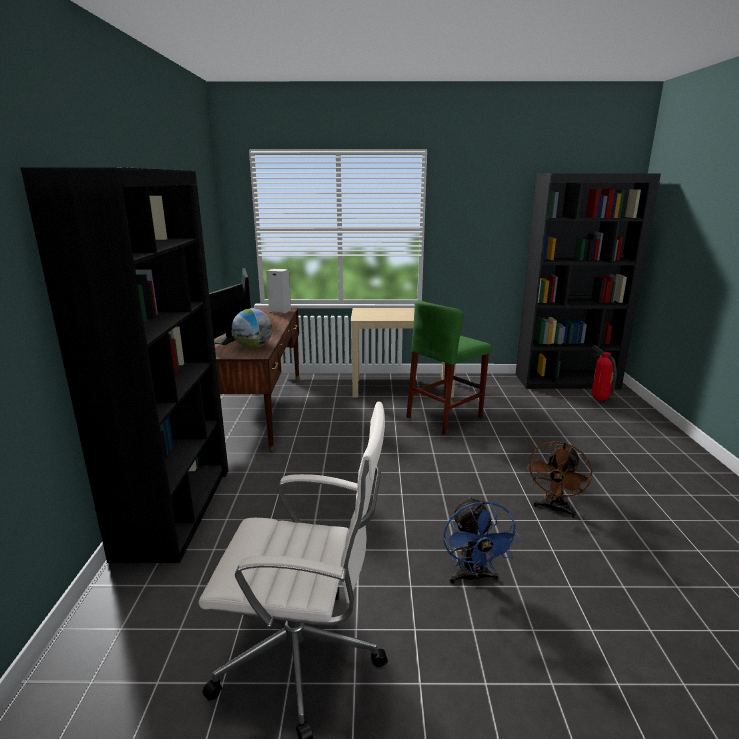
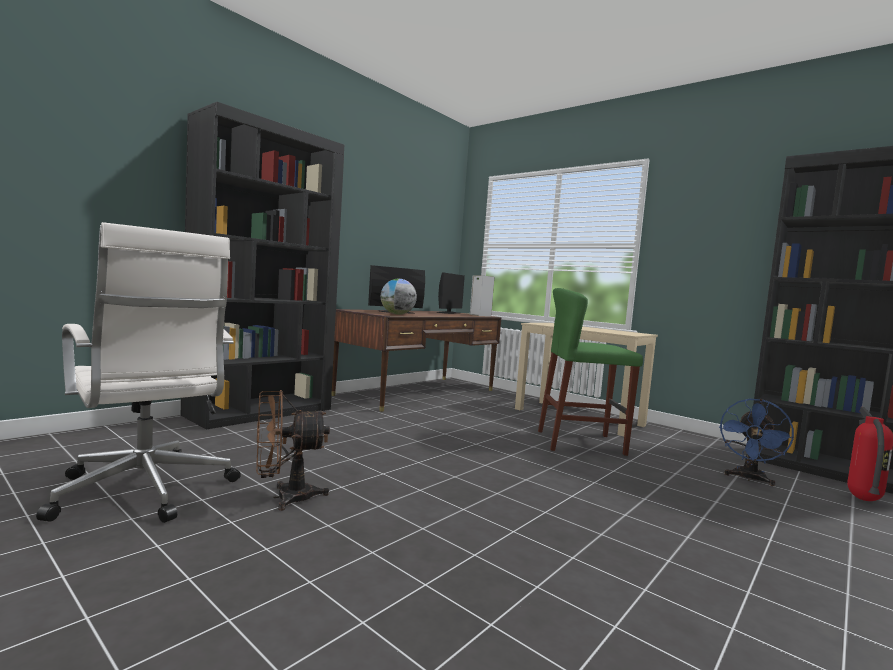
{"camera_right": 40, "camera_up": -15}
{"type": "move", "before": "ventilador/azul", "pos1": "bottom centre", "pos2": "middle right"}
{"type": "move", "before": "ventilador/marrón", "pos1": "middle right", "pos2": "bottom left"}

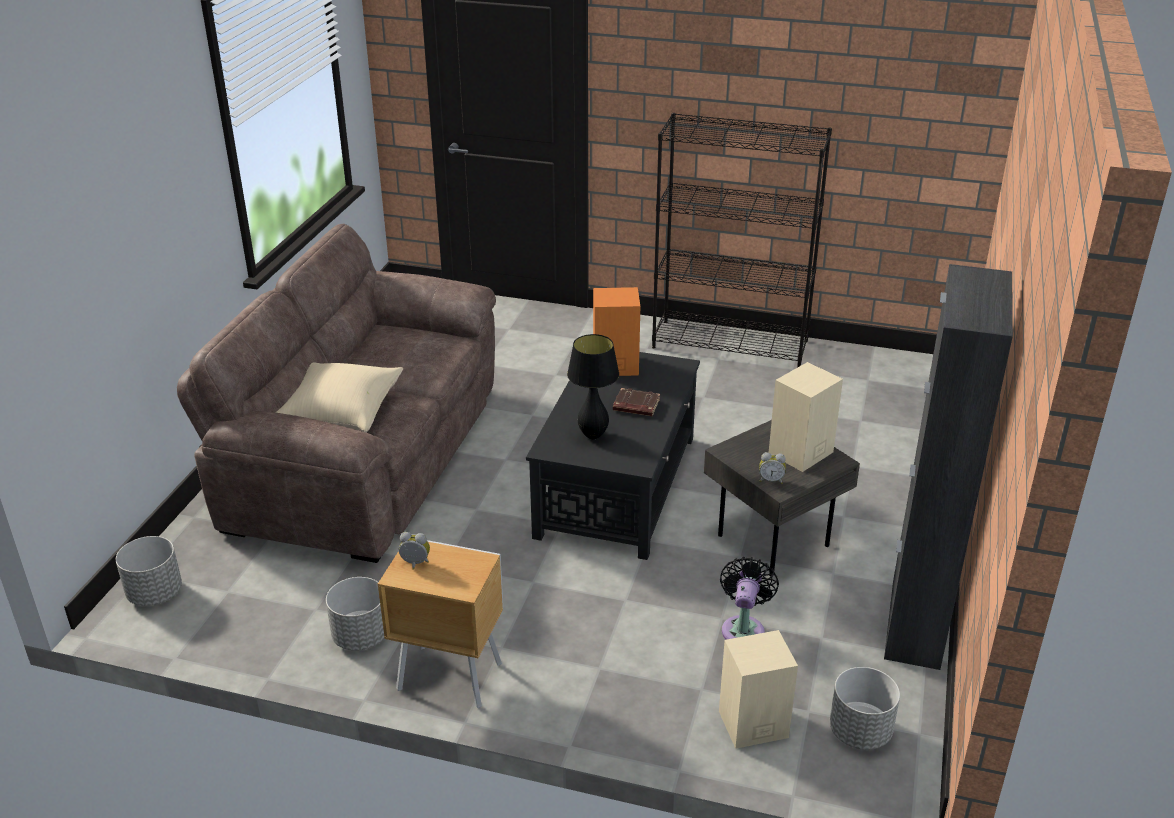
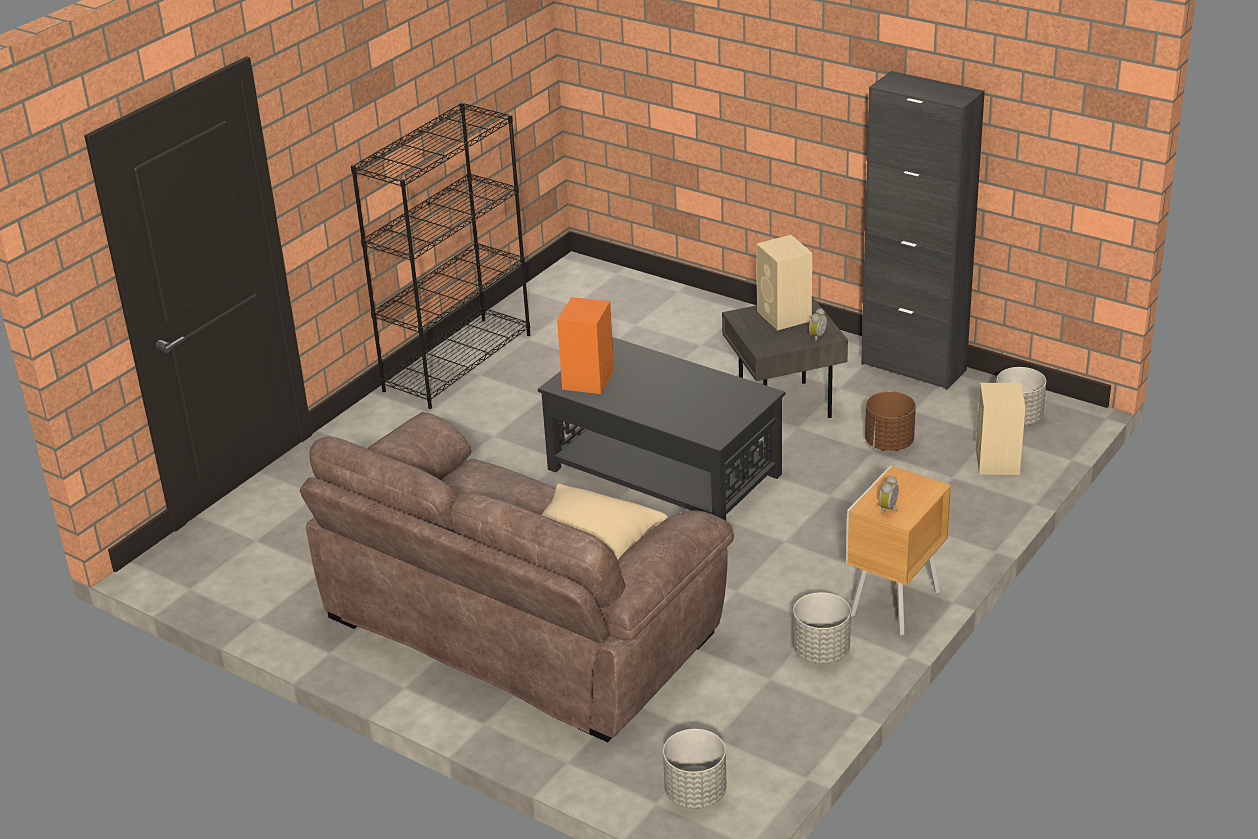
{"camera_right": -70, "camera_up": 0}
{"type": "delete", "before": "lámpara de mesa/negro", "pos1": "centre"}
{"type": "delete", "before": "libro/marrón", "pos1": "centre"}
{"type": "replace", "before": "ventilador/negro", "after": "maceta/marrón", "pos1": "bottom centre", "pos2": "middle right"}

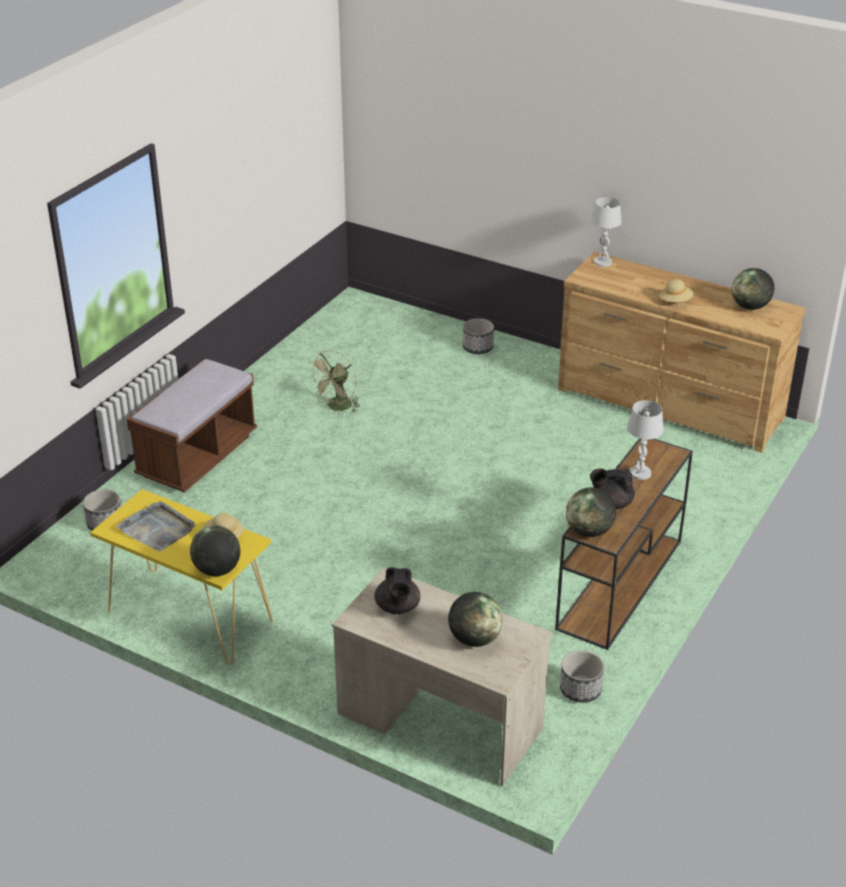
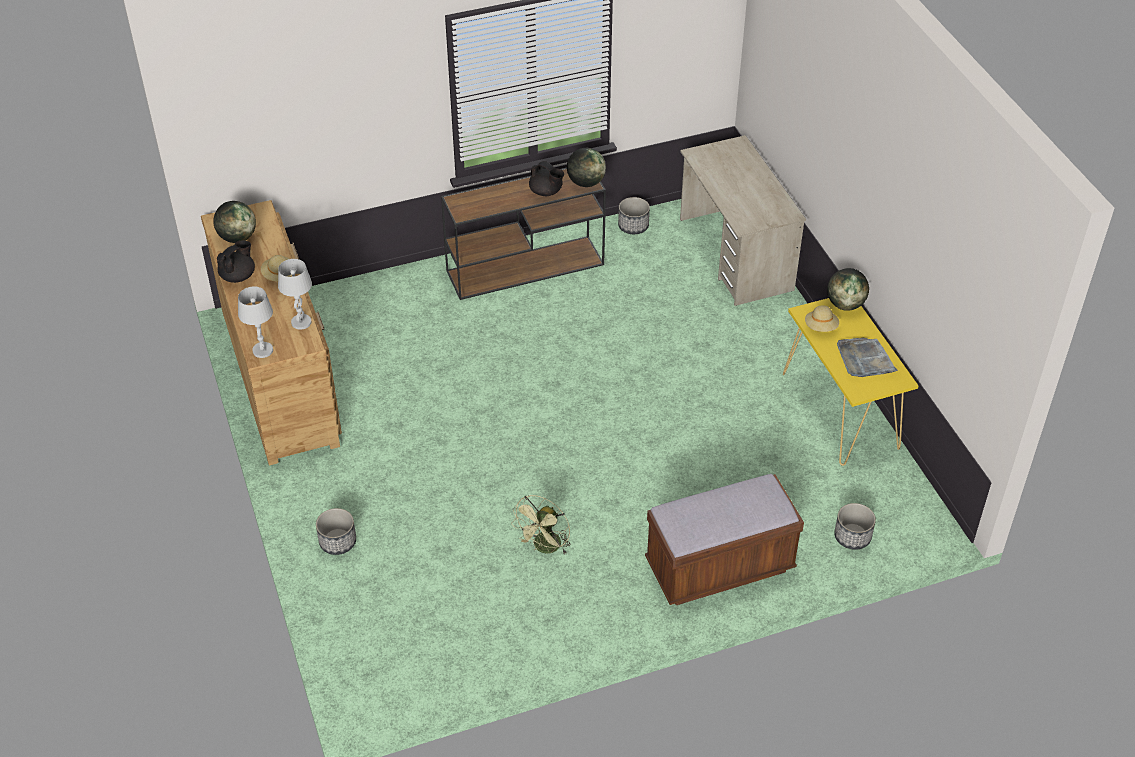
{"camera_right": -140, "camera_up": 10}
{"type": "delete", "before": "globo terráqueo (2nd from left)", "pos1": "bottom centre"}
{"type": "move", "before": "tetera/negro (1st from left)", "pos1": "centre", "pos2": "middle left"}
{"type": "move", "before": "lámpara de mesa/blanco (2nd from left)", "pos1": "middle right", "pos2": "middle left"}
{"type": "rotate", "before": "ventilador/verde", "pos1": "centre", "pos2": "bottom centre", "turn": 135}

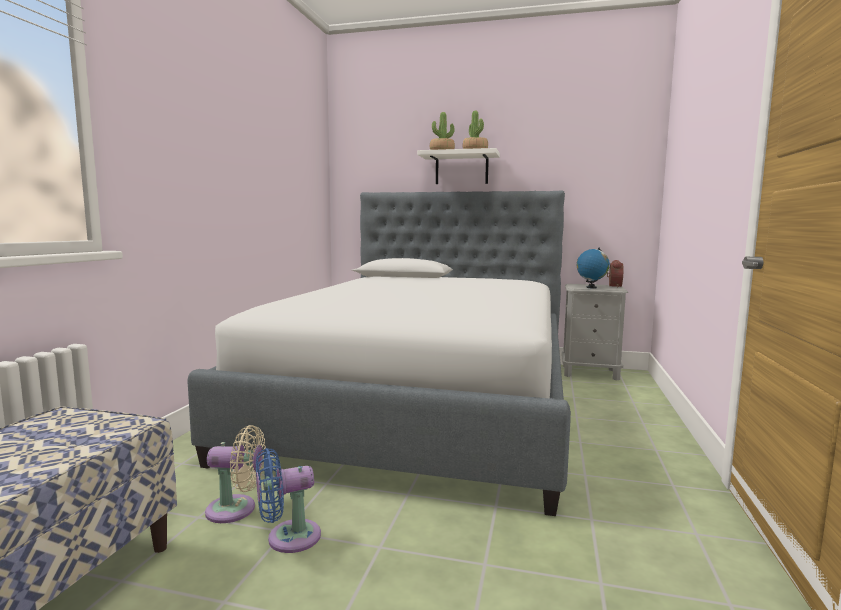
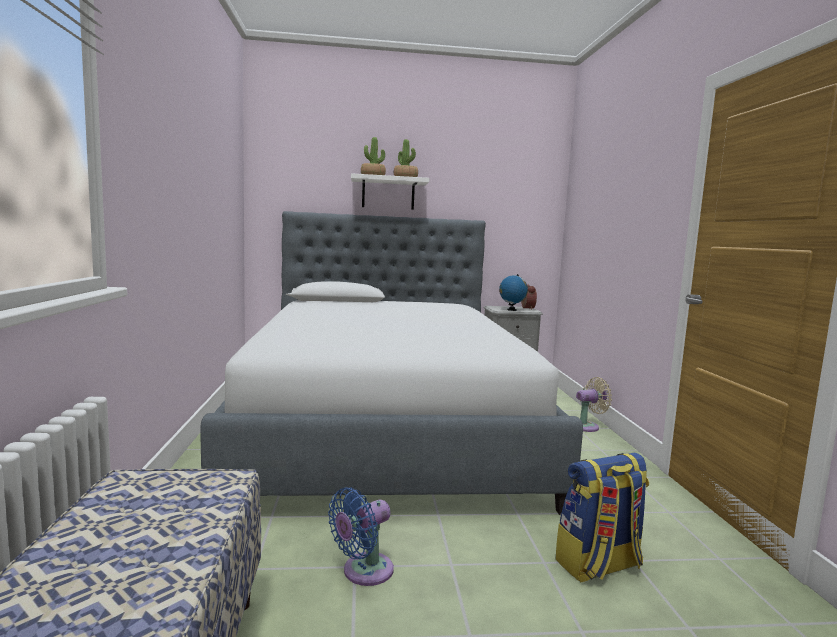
{"camera_right": -20, "camera_up": 0}
{"type": "insert", "after": "mochila", "pos2": "bottom right"}
{"type": "move", "before": "ventilador/beis", "pos1": "bottom left", "pos2": "middle right"}

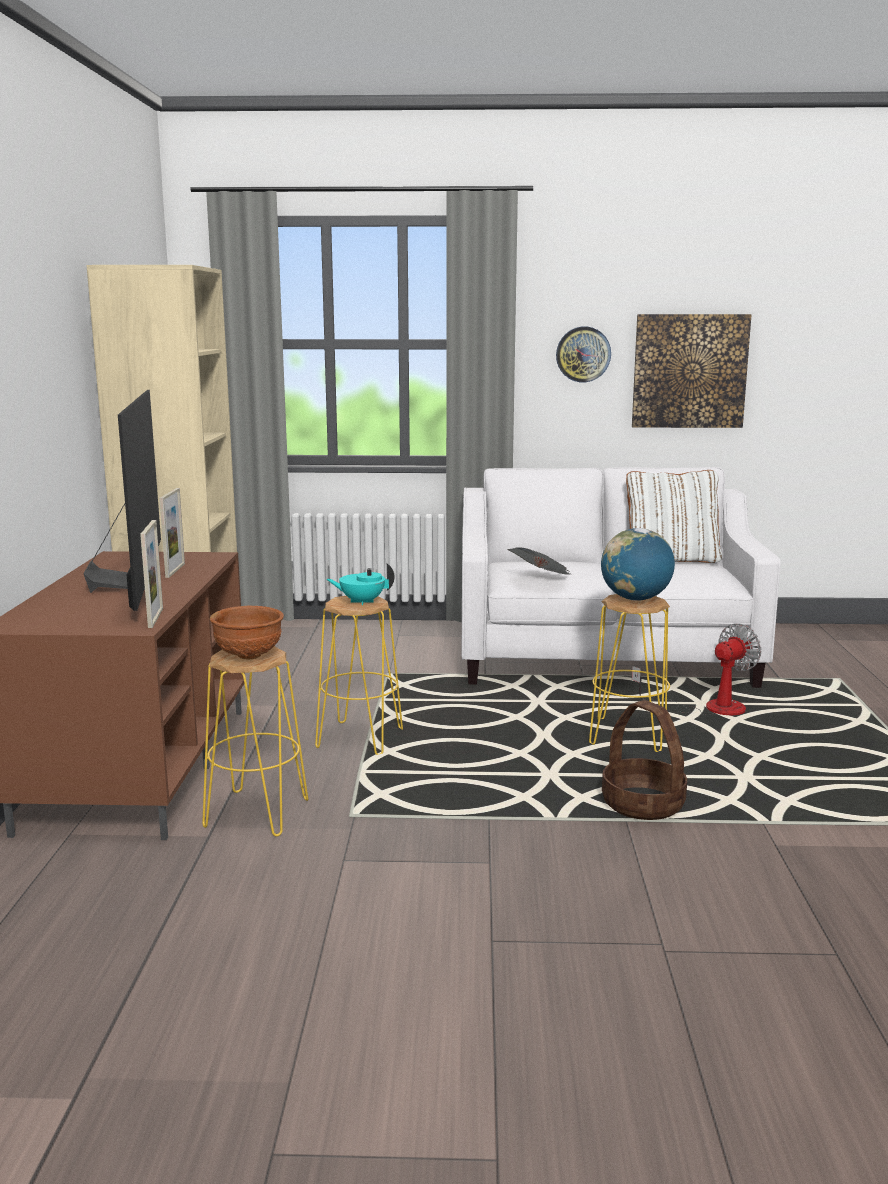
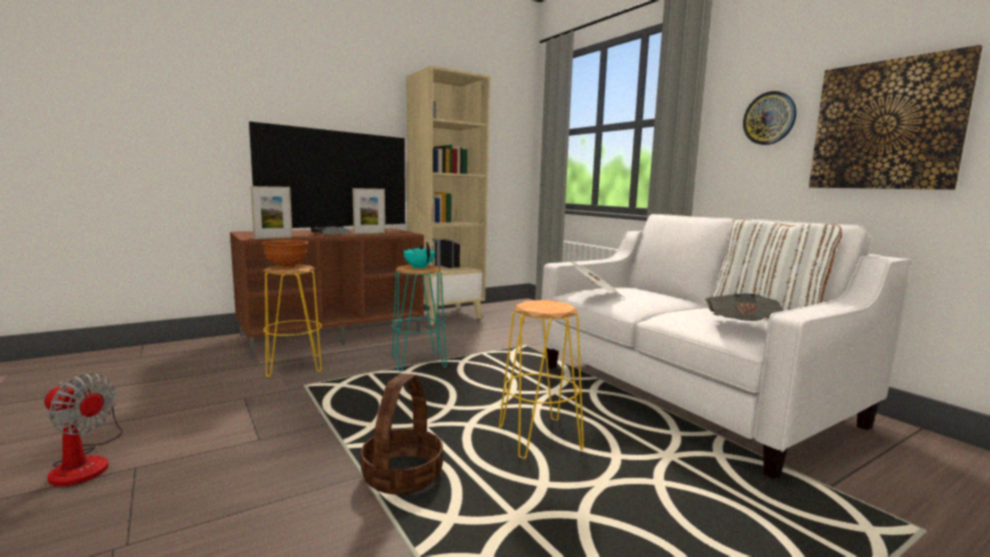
{"camera_right": 55, "camera_up": -5}
{"type": "delete", "before": "globo terráqueo", "pos1": "middle right"}
{"type": "insert", "after": "periódico (2nd from left)", "pos2": "middle right"}
{"type": "move", "before": "ventilador", "pos1": "middle right", "pos2": "bottom left"}
{"type": "recolor", "before": "taburete/amarillo (2nd from left)", "after": "taburete/turquesa", "pos1": "centre", "pos2": "centre"}

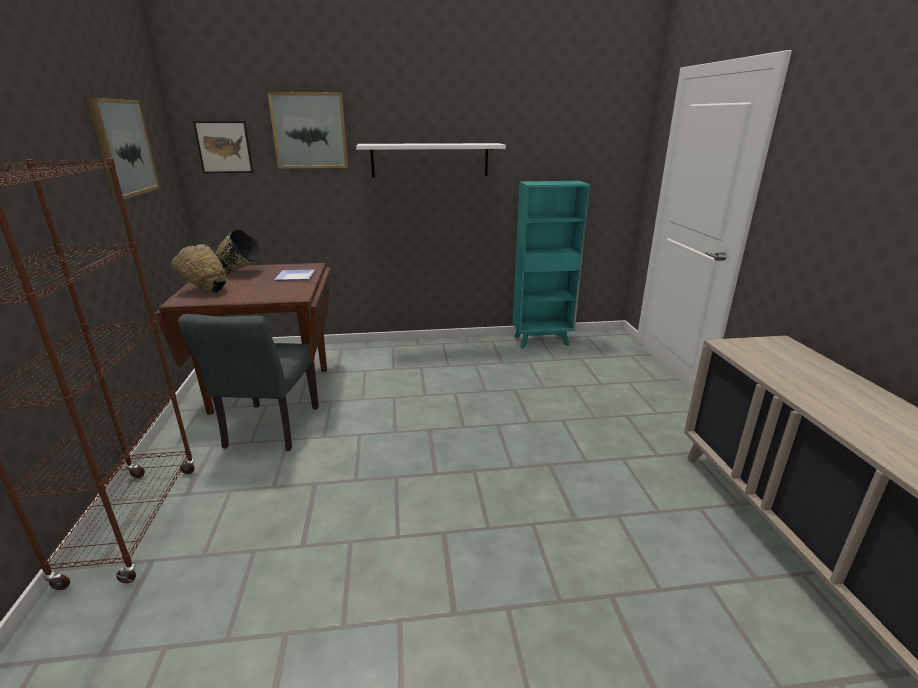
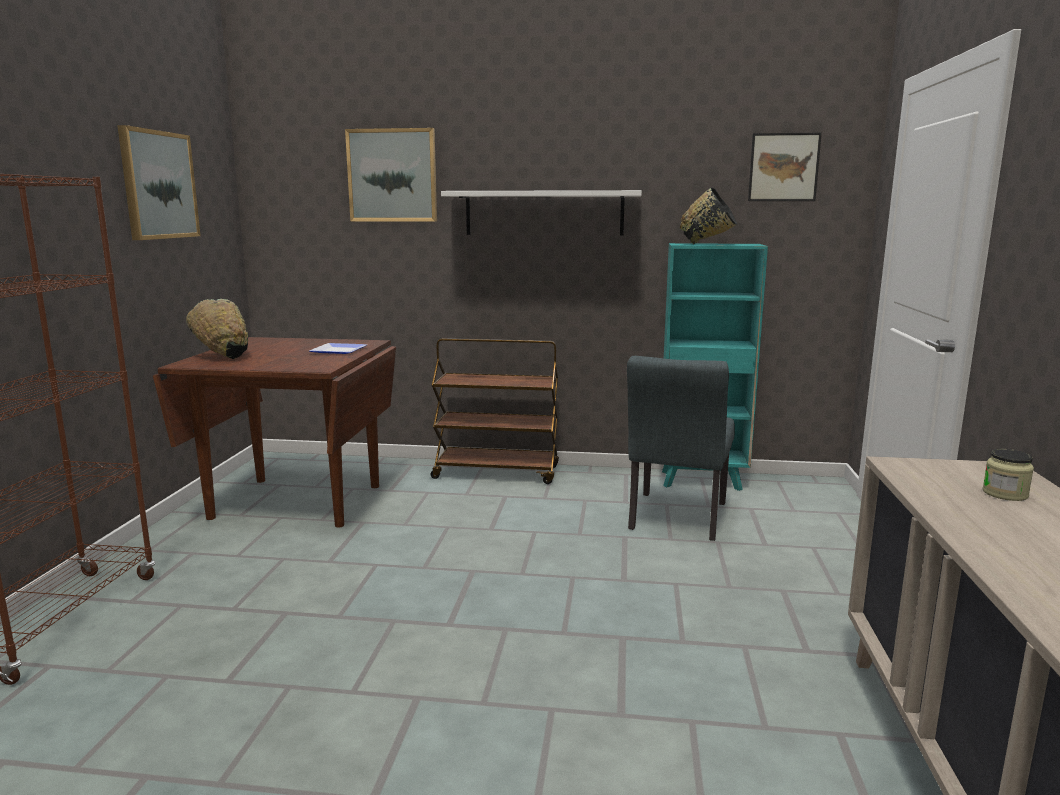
{"camera_right": 15, "camera_up": -10}
{"type": "insert", "after": "carrito/marrón", "pos2": "centre"}
{"type": "insert", "after": "tarro", "pos2": "middle right"}
{"type": "move", "before": "silla/gris", "pos1": "middle left", "pos2": "centre"}
{"type": "move", "before": "cuadro (2nd from left in the first image)", "after": "cuadro (3rd from left)", "pos1": "top left", "pos2": "top right"}
{"type": "move", "before": "cuenco/negro (2nd from left)", "pos1": "middle left", "pos2": "top right"}

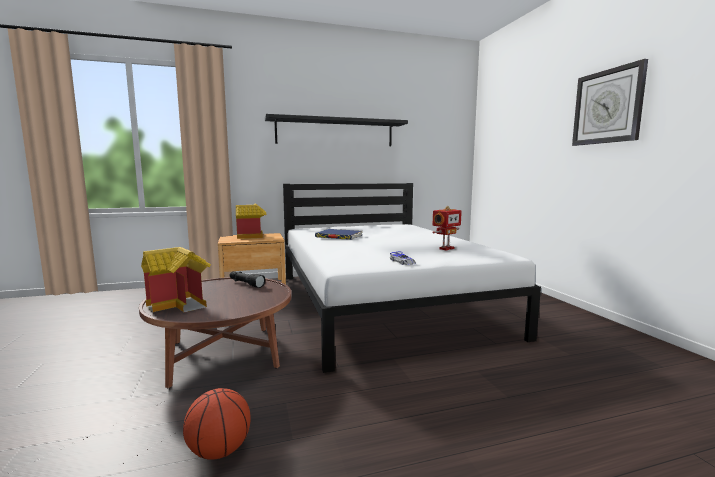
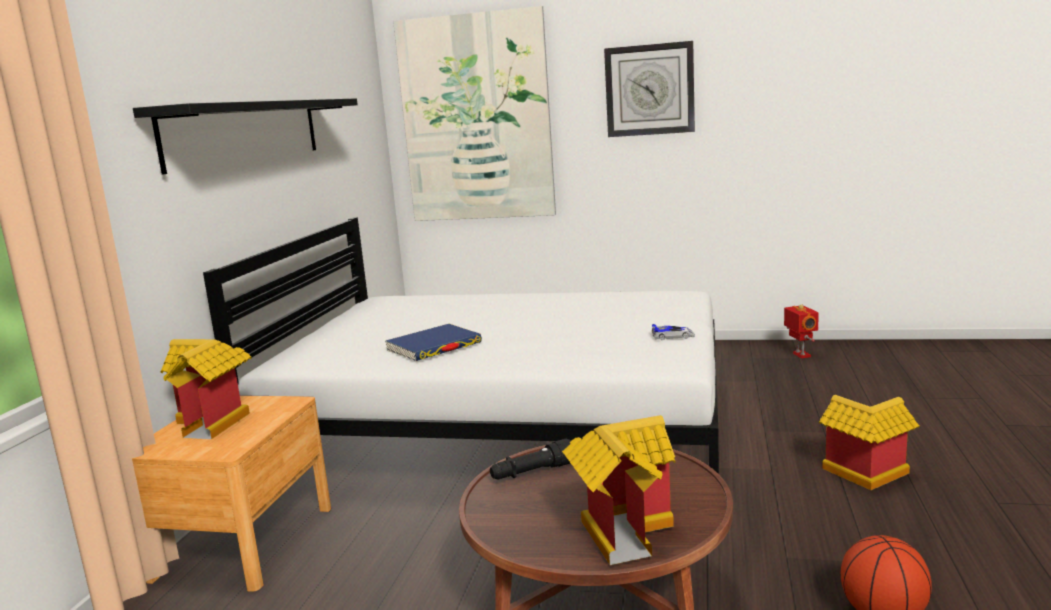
{"camera_right": -60, "camera_up": 5}
{"type": "insert", "after": "cuadro", "pos2": "top centre"}
{"type": "insert", "after": "casita (3rd from left)", "pos2": "bottom right"}
{"type": "move", "before": "robot de juguete", "pos1": "centre", "pos2": "middle right"}

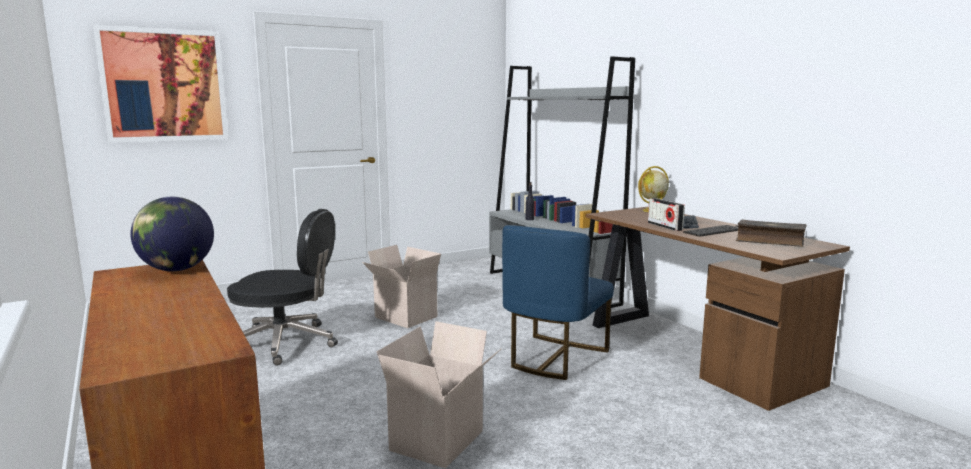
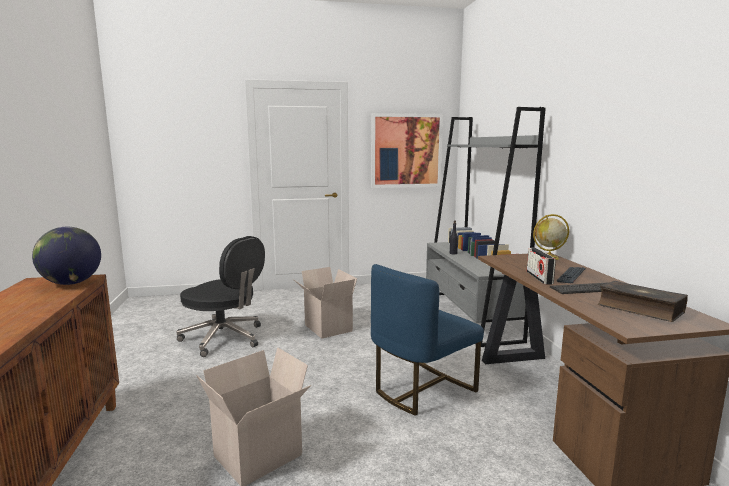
{"camera_right": 20, "camera_up": 0}
{"type": "move", "before": "cuadro", "pos1": "top left", "pos2": "top centre"}

